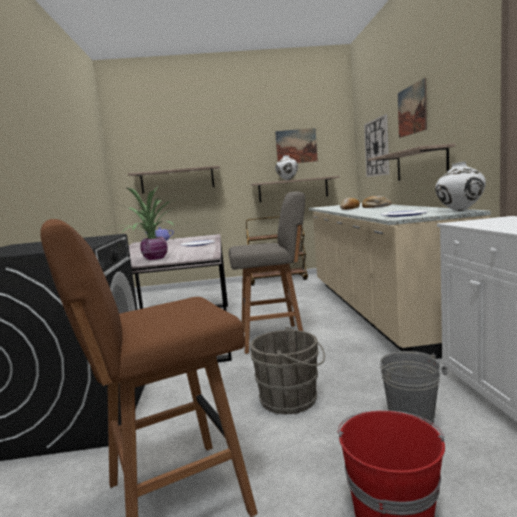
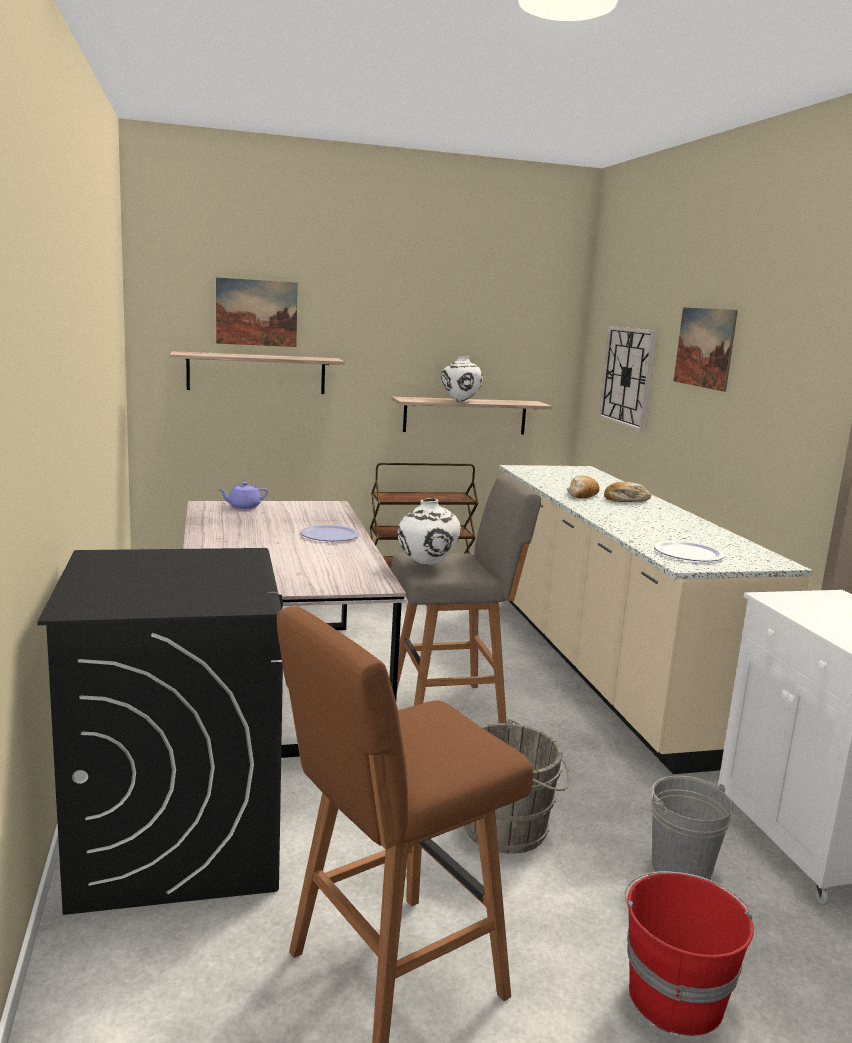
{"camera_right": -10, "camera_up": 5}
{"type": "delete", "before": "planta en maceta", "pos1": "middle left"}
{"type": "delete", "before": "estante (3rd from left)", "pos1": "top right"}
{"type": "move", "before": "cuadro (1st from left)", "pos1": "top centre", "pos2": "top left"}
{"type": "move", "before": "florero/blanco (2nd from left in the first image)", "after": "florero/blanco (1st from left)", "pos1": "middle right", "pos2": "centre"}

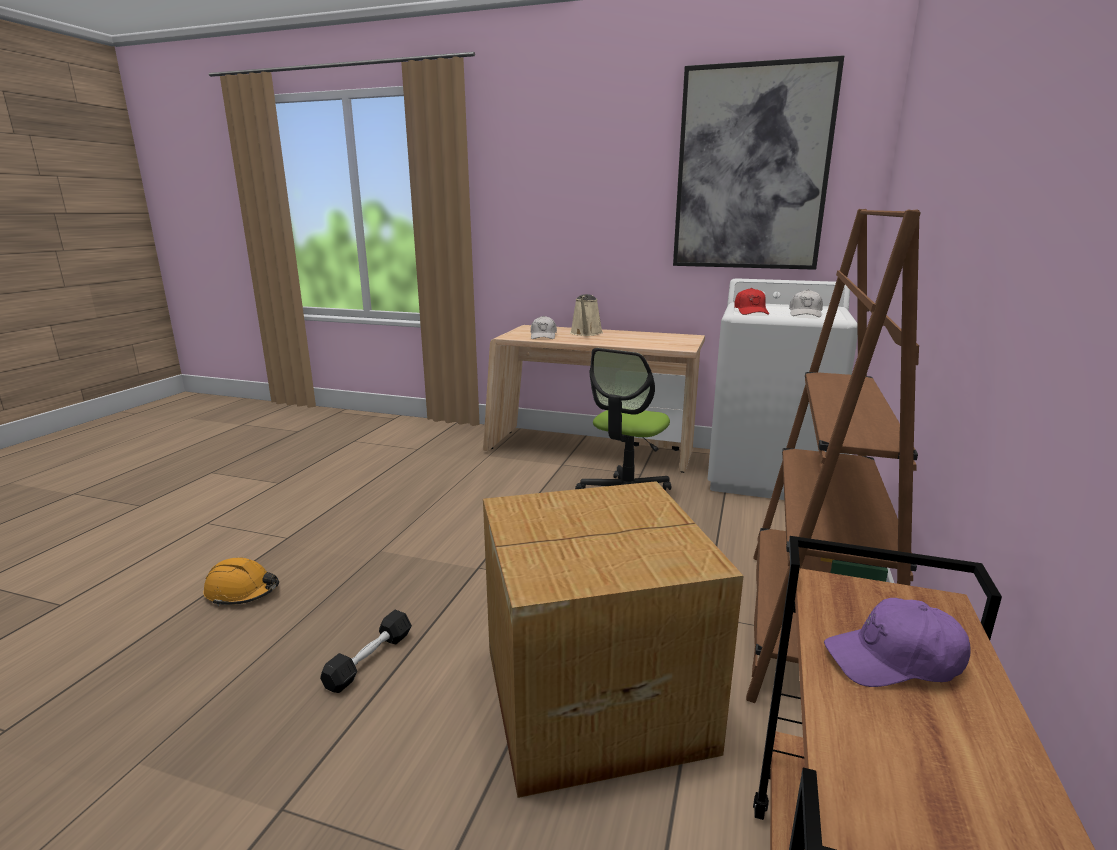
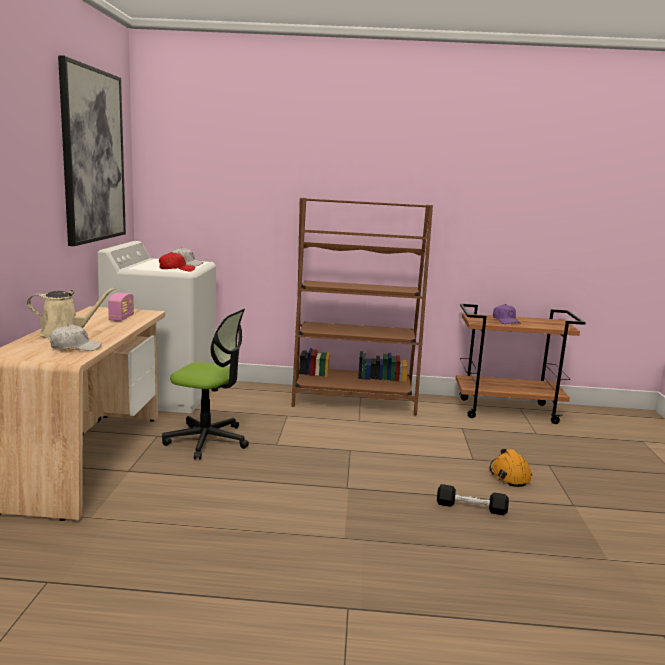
{"camera_right": -105, "camera_up": -5}
{"type": "delete", "before": "caja de cartón", "pos1": "bottom centre"}
{"type": "insert", "after": "radio", "pos2": "middle left"}
{"type": "move", "before": "casco/naranja", "pos1": "bottom left", "pos2": "bottom right"}

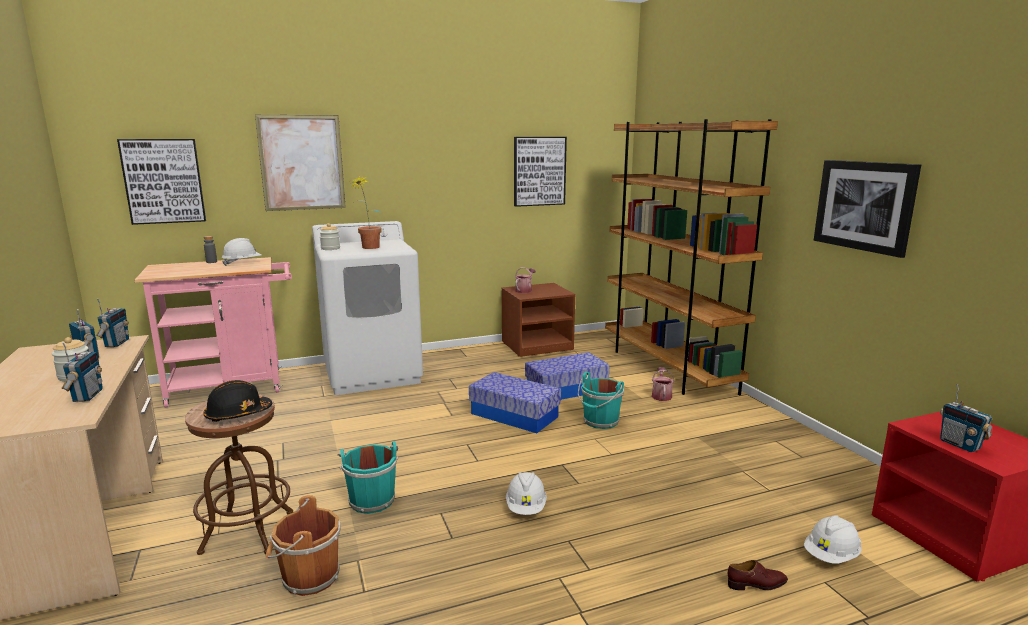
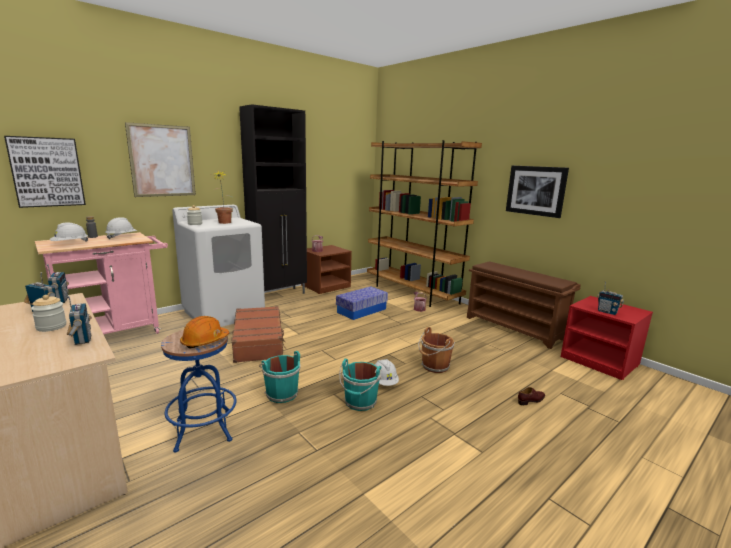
{"camera_right": -20, "camera_up": 0}
{"type": "delete", "before": "caja de almacenaje (1st from left)", "pos1": "centre"}
{"type": "delete", "before": "cuadro (3rd from left)", "pos1": "top centre"}
{"type": "insert", "after": "maleta/marrón", "pos2": "centre"}
{"type": "insert", "after": "armario/negro", "pos2": "centre"}
{"type": "insert", "after": "zapatero/marrón", "pos2": "middle right"}
{"type": "move", "before": "cubo/marrón", "pos1": "bottom left", "pos2": "centre"}
{"type": "move", "before": "cubo/turquesa (2nd from left)", "pos1": "centre", "pos2": "bottom centre"}
{"type": "move", "before": "casco/blanco (3rd from left in the first image)", "after": "casco/blanco (1st from left)", "pos1": "bottom right", "pos2": "middle left"}
{"type": "recolor", "before": "taburete/marrón", "after": "taburete/azul", "pos1": "bottom left", "pos2": "bottom left"}
{"type": "recolor", "before": "casco/negro", "after": "casco/naranja", "pos1": "middle left", "pos2": "middle left"}

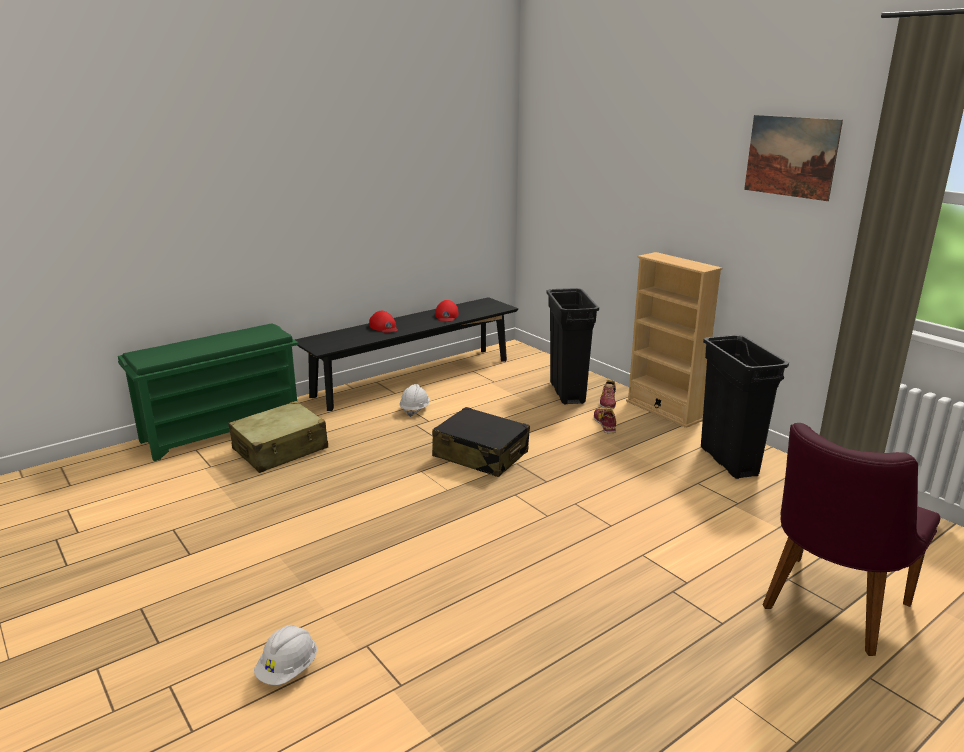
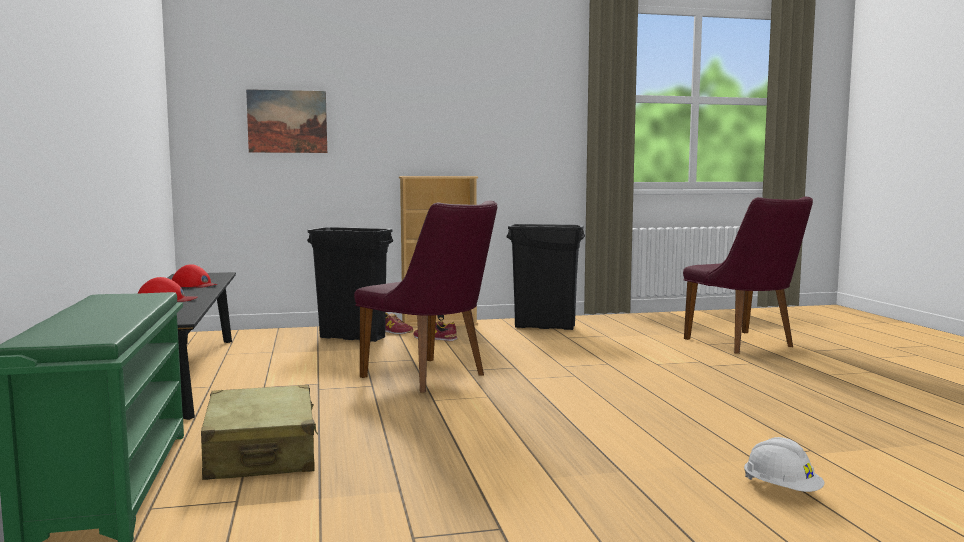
{"camera_right": -65, "camera_up": -15}
{"type": "delete", "before": "casco/blanco (2nd from left)", "pos1": "centre"}
{"type": "move", "before": "cuadro", "pos1": "top right", "pos2": "top left"}
{"type": "replace", "before": "maleta/negro", "after": "silla/morado (1st from left)", "pos1": "centre", "pos2": "centre"}

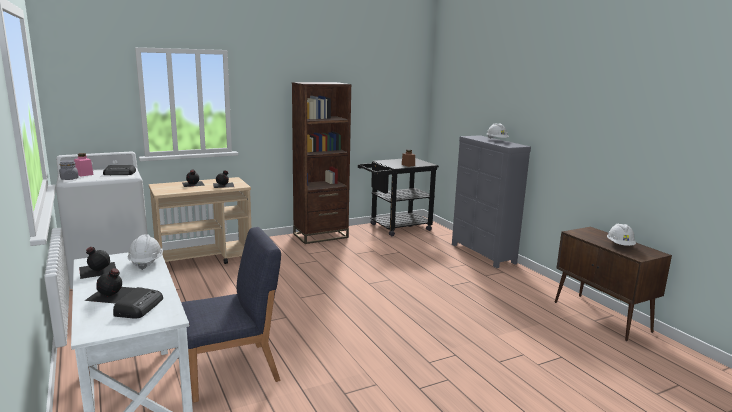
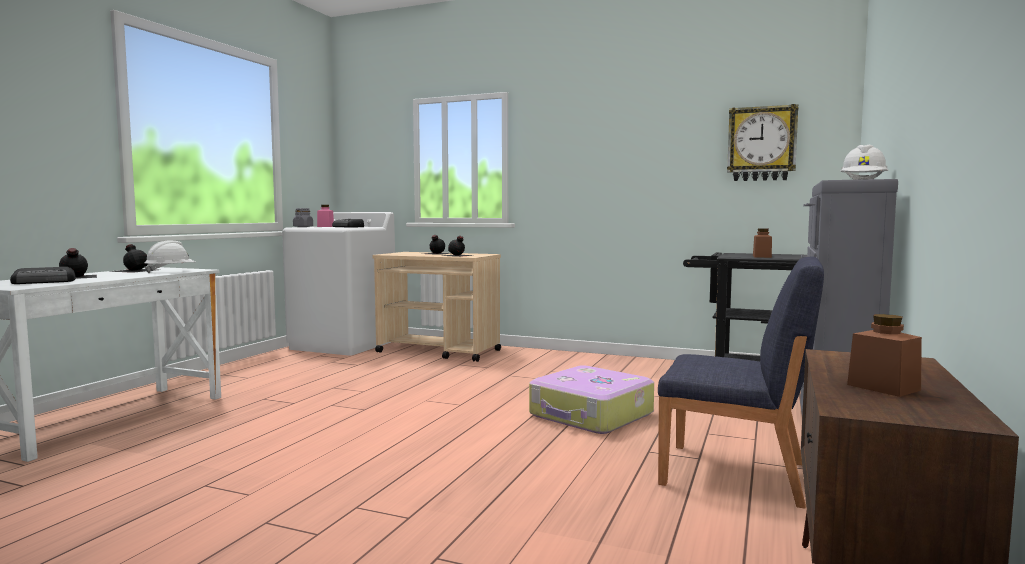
{"camera_right": 50, "camera_up": -10}
{"type": "delete", "before": "estantería/marrón", "pos1": "centre"}
{"type": "insert", "after": "maleta", "pos2": "bottom centre"}
{"type": "insert", "after": "reloj de pared", "pos2": "top right"}
{"type": "move", "before": "silla/azul", "pos1": "bottom left", "pos2": "bottom right"}
{"type": "replace", "before": "casco/blanco (3rd from left)", "after": "tarro/marrón (2nd from left)", "pos1": "middle right", "pos2": "middle right"}

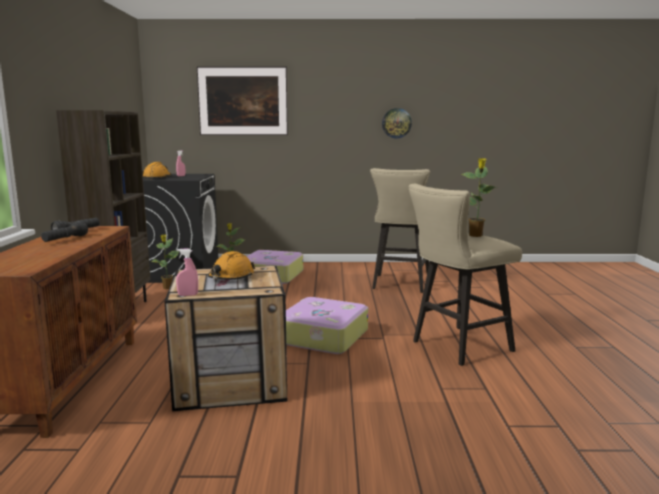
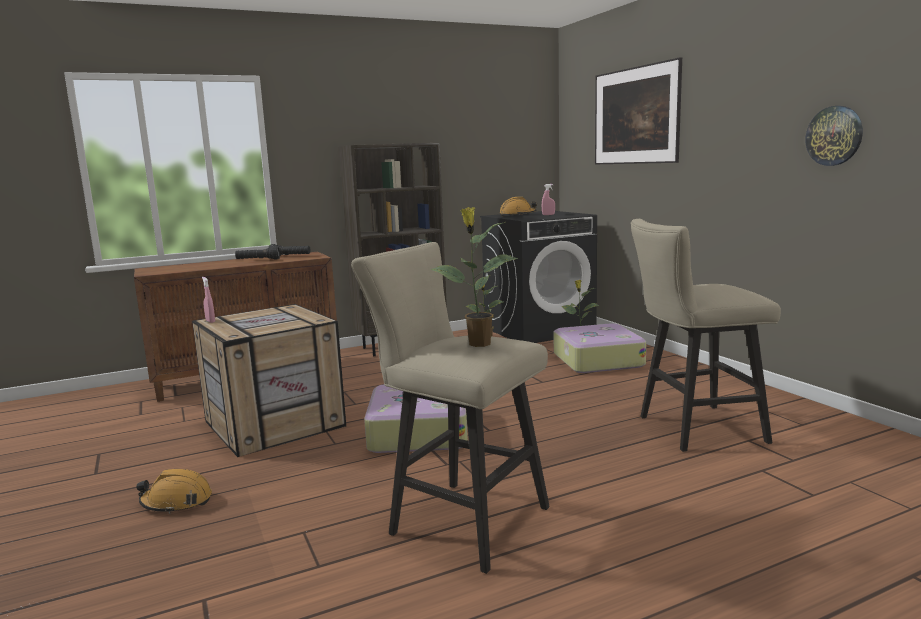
{"camera_right": 65, "camera_up": 0}
{"type": "move", "before": "casco/naranja (2nd from left in the first image)", "after": "casco/naranja (1st from left)", "pos1": "centre", "pos2": "bottom left"}

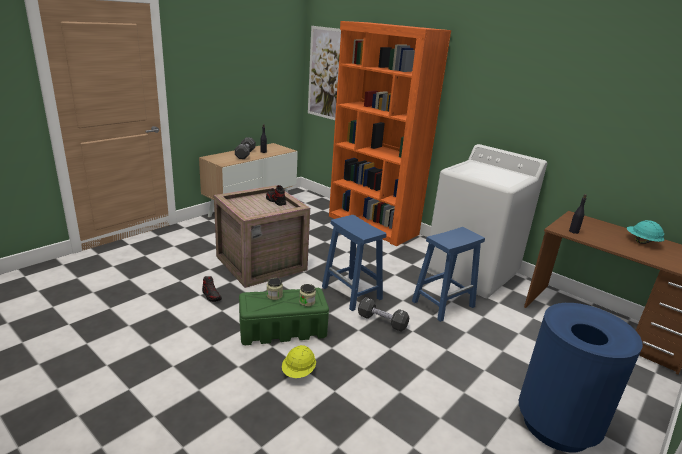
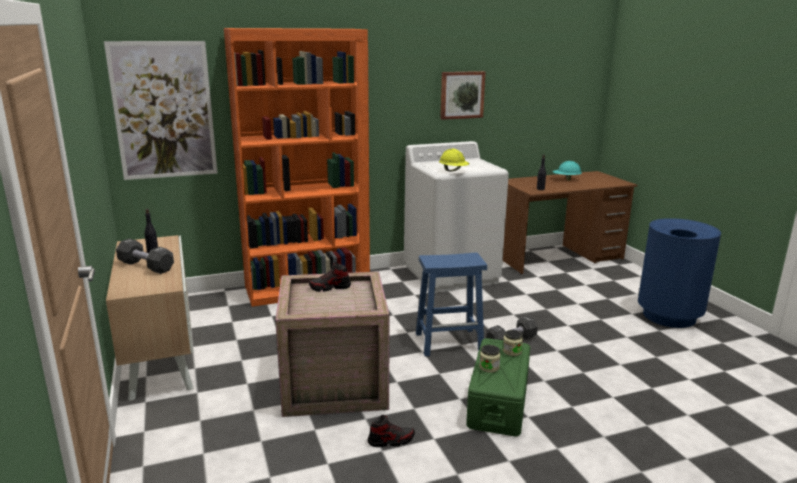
{"camera_right": -60, "camera_up": -5}
{"type": "delete", "before": "taburete/azul (2nd from left)", "pos1": "centre"}
{"type": "insert", "after": "cuadro (2nd from left)", "pos2": "top centre"}
{"type": "move", "before": "casco/amarillo", "pos1": "bottom centre", "pos2": "top centre"}

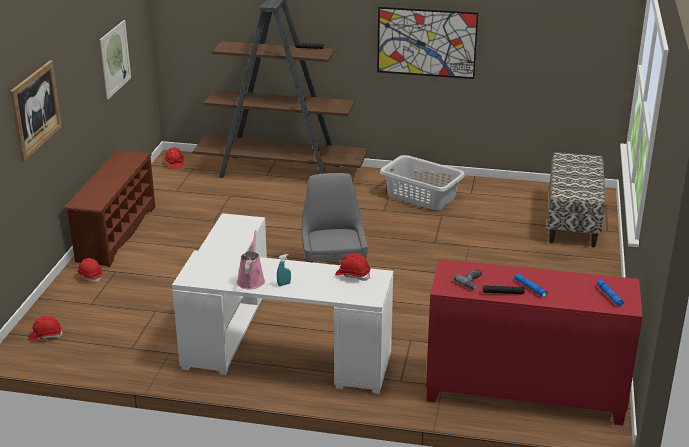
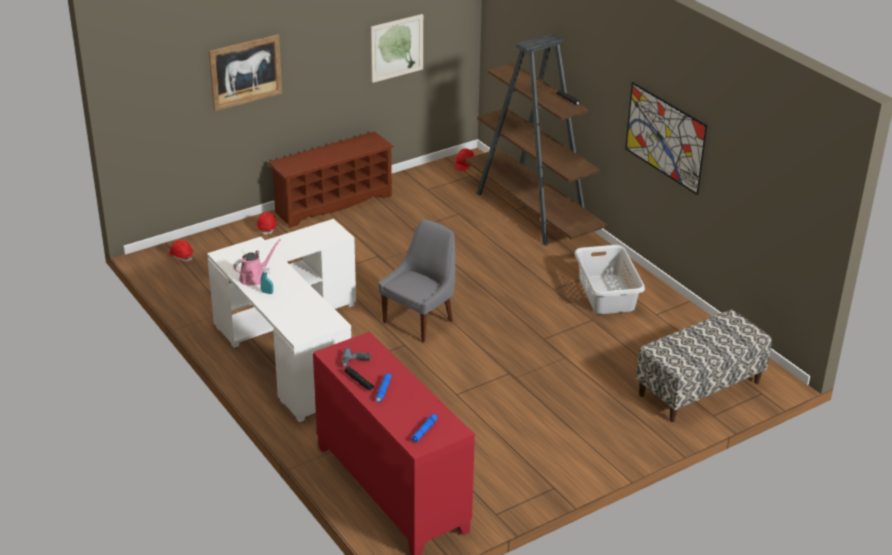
{"camera_right": 45, "camera_up": 5}
{"type": "delete", "before": "casco/rojo (4th from left)", "pos1": "centre"}

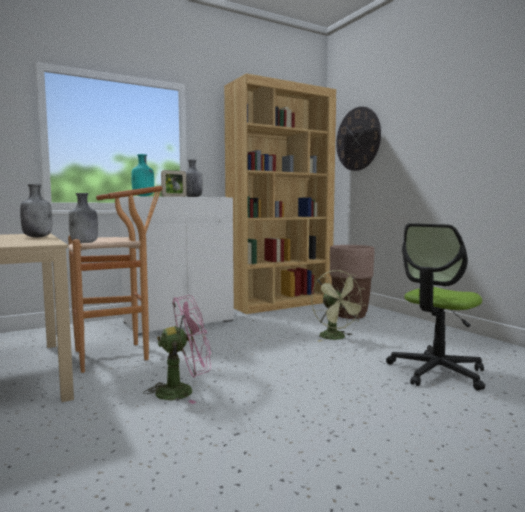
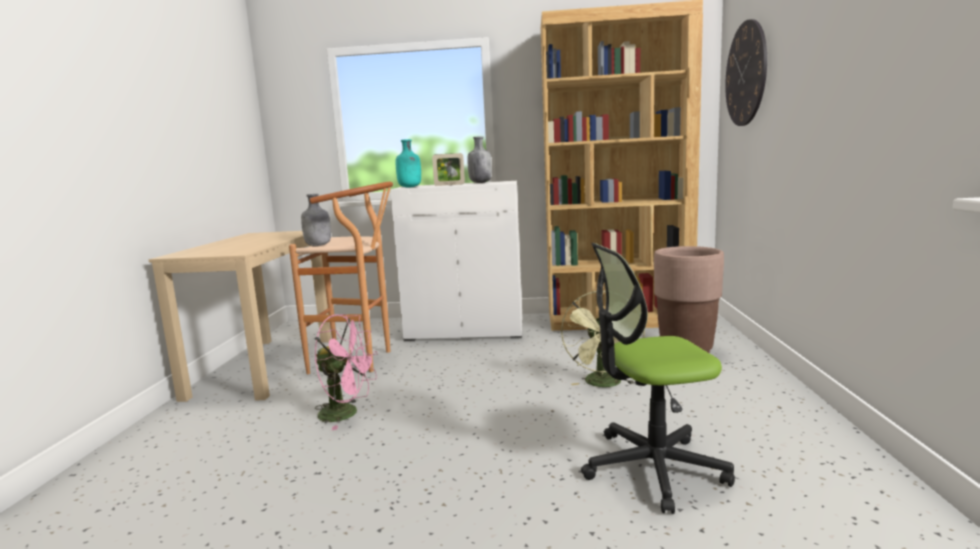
{"camera_right": 35, "camera_up": 5}
{"type": "delete", "before": "botella/gris (1st from left)", "pos1": "middle left"}

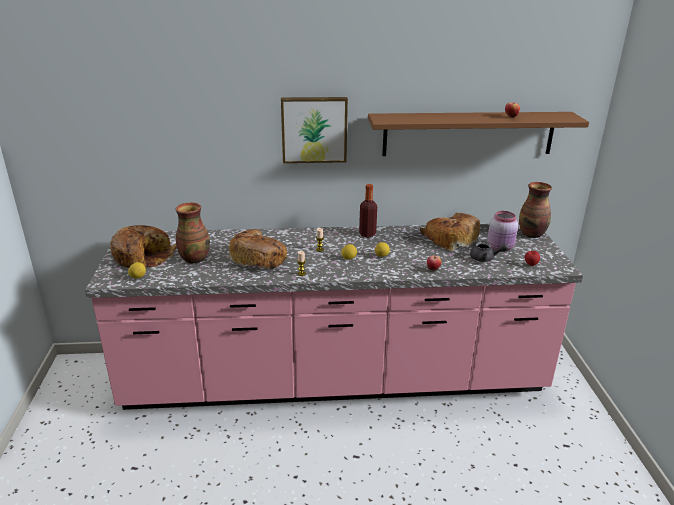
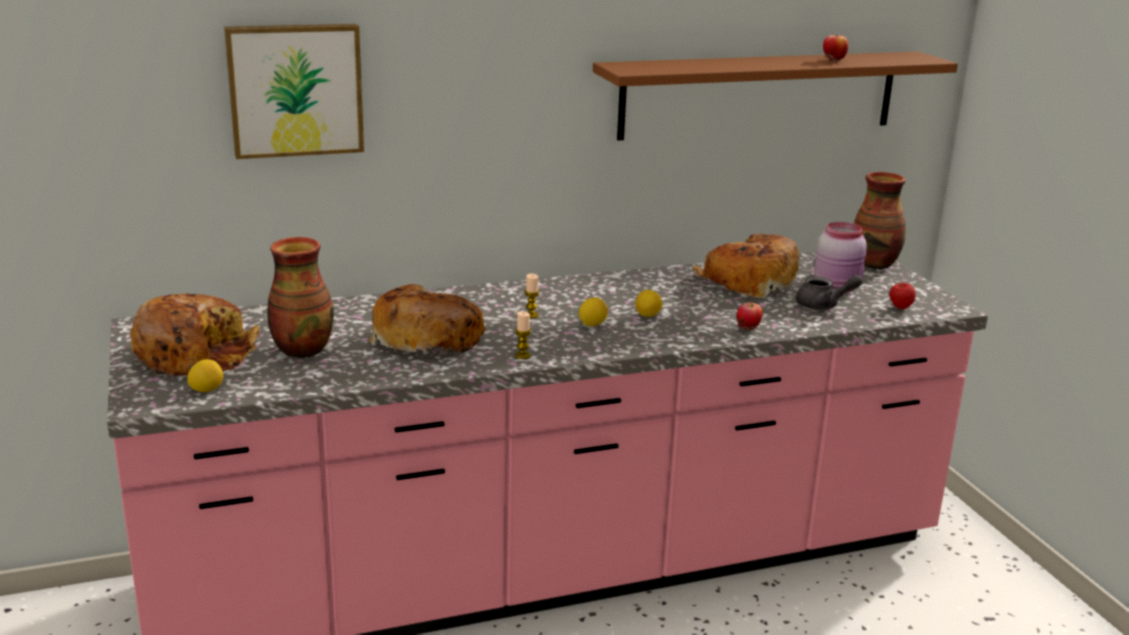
{"camera_right": -15, "camera_up": -5}
{"type": "delete", "before": "botella", "pos1": "centre"}
{"type": "move", "before": "cuadro", "pos1": "top centre", "pos2": "top left"}

